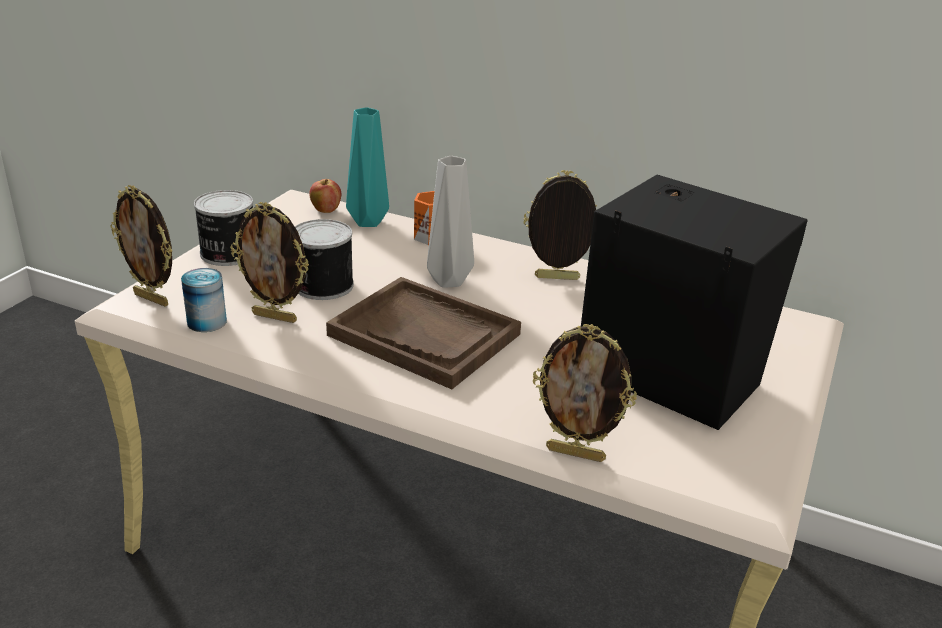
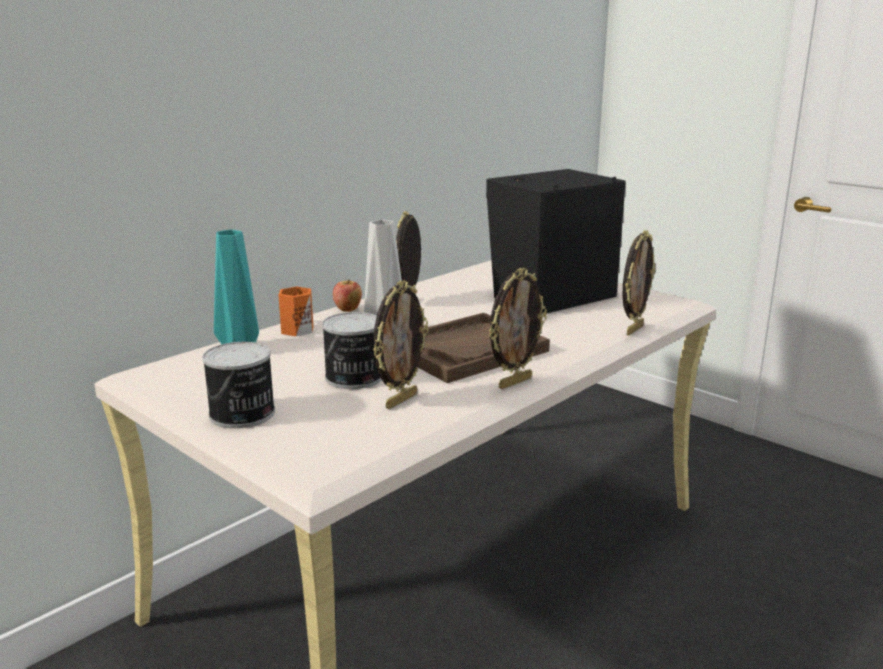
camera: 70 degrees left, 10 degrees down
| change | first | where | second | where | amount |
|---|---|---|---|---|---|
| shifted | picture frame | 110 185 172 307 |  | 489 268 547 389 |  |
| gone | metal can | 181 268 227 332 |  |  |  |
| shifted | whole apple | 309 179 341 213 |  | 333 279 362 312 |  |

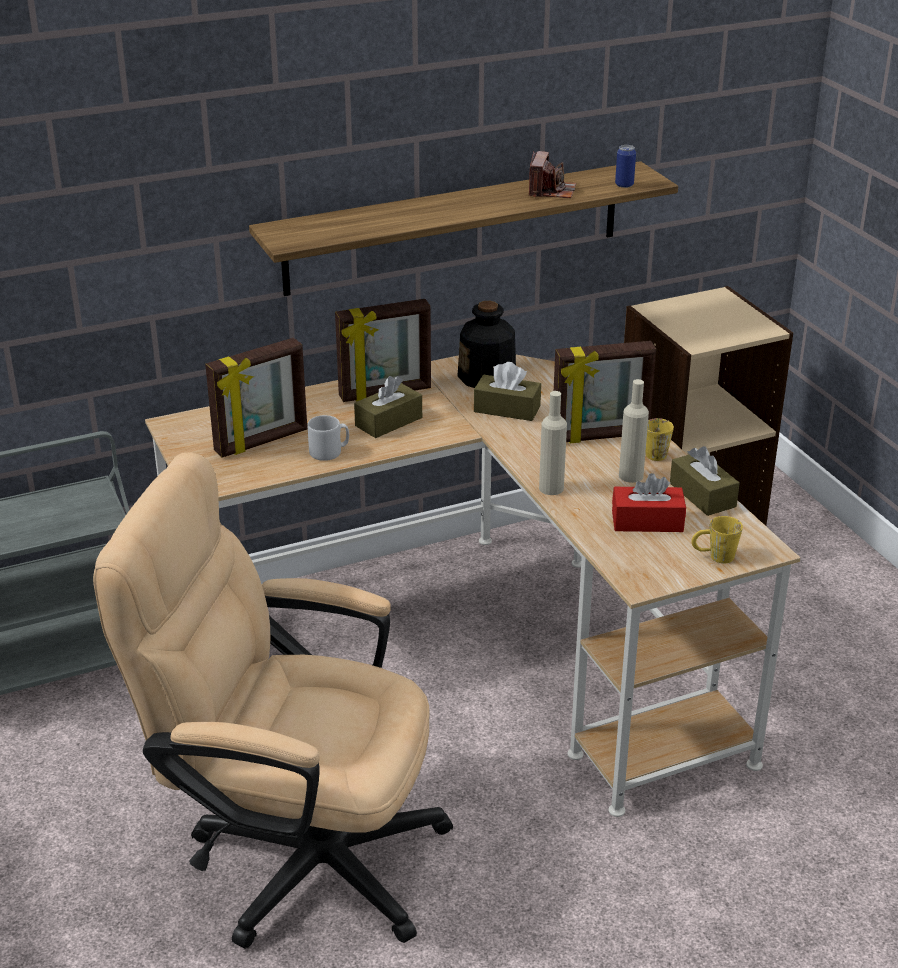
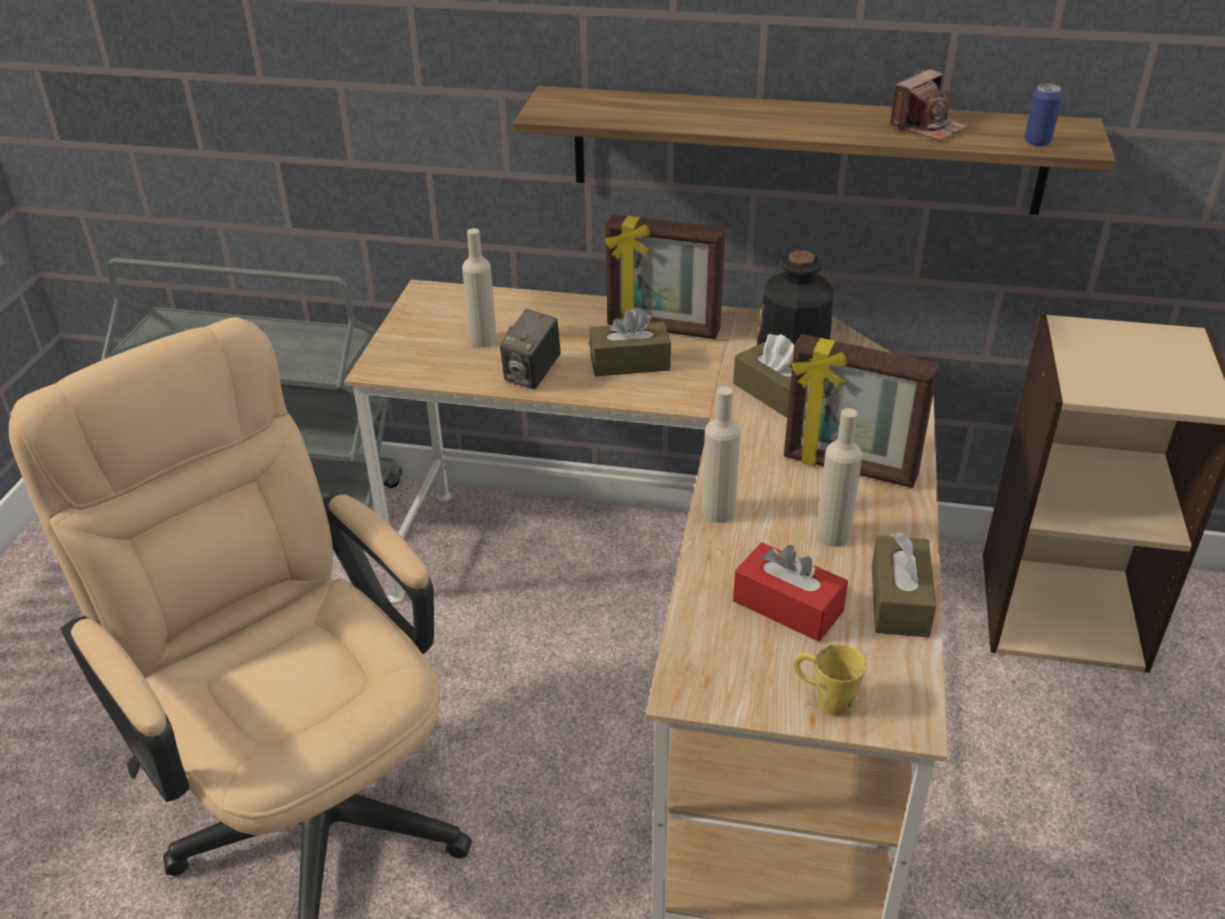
camera: 35 degrees right, 5 degrees up
| change | first | where | second | where | amount |
|---|---|---|---|---|---|
| swapped | picture frame | 205 338 307 458 | sand-coloured drink bottle | 462 228 497 348 |  |
| swapped | grey coffee mug | 308 415 349 461 | photo camera | 500 309 561 389 |  |
| gone | yellow-coloured coffee mug | 646 418 674 461 |  |  |  |

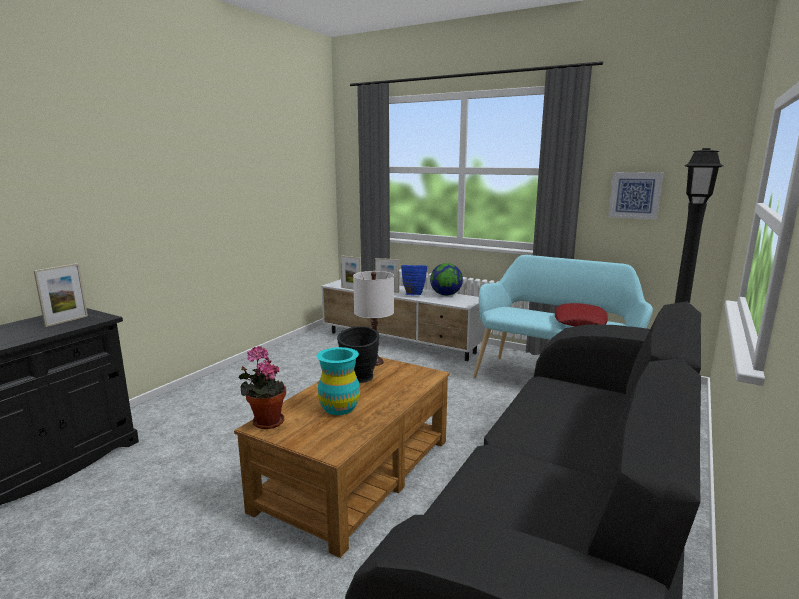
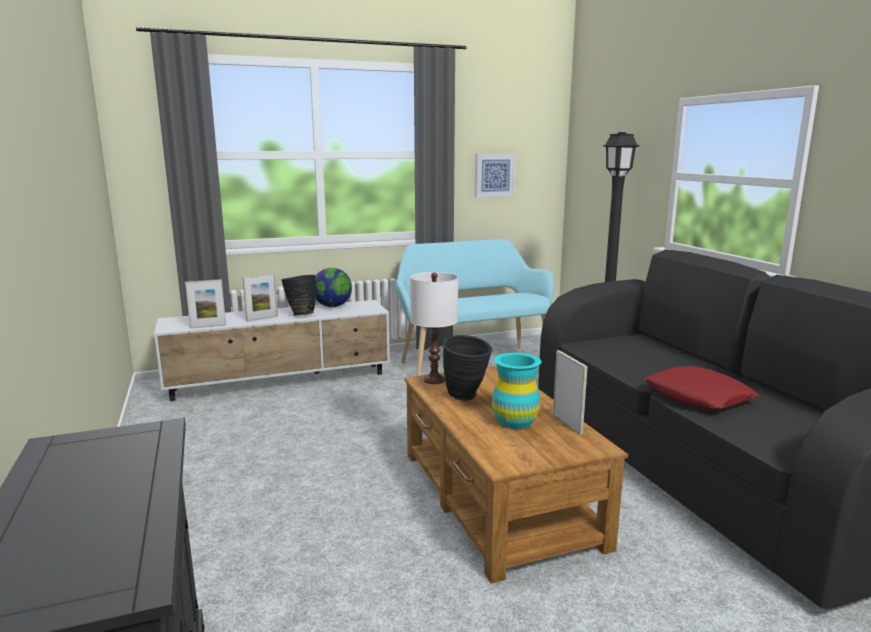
camera: 50 degrees left, 0 degrees up
| change | first | where | second | where | amount |
|---|---|---|---|---|---|
| shifted | picture frame | 34 263 88 327 |  | 553 350 588 435 |  |
| gone | potted plant | 238 346 286 429 |  |  |  |
| repainted | blue vase | 401 265 427 295 | black vase | 281 275 316 316 |  |
| shifted | red pillow | 555 303 608 326 |  | 644 366 760 409 |  |

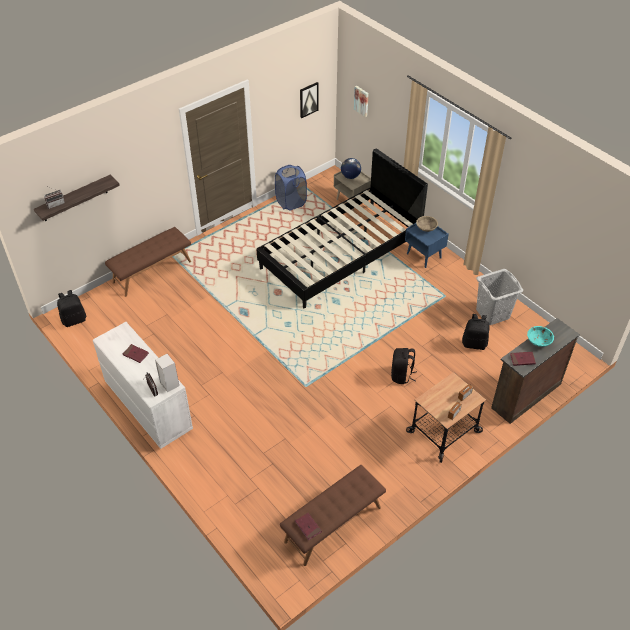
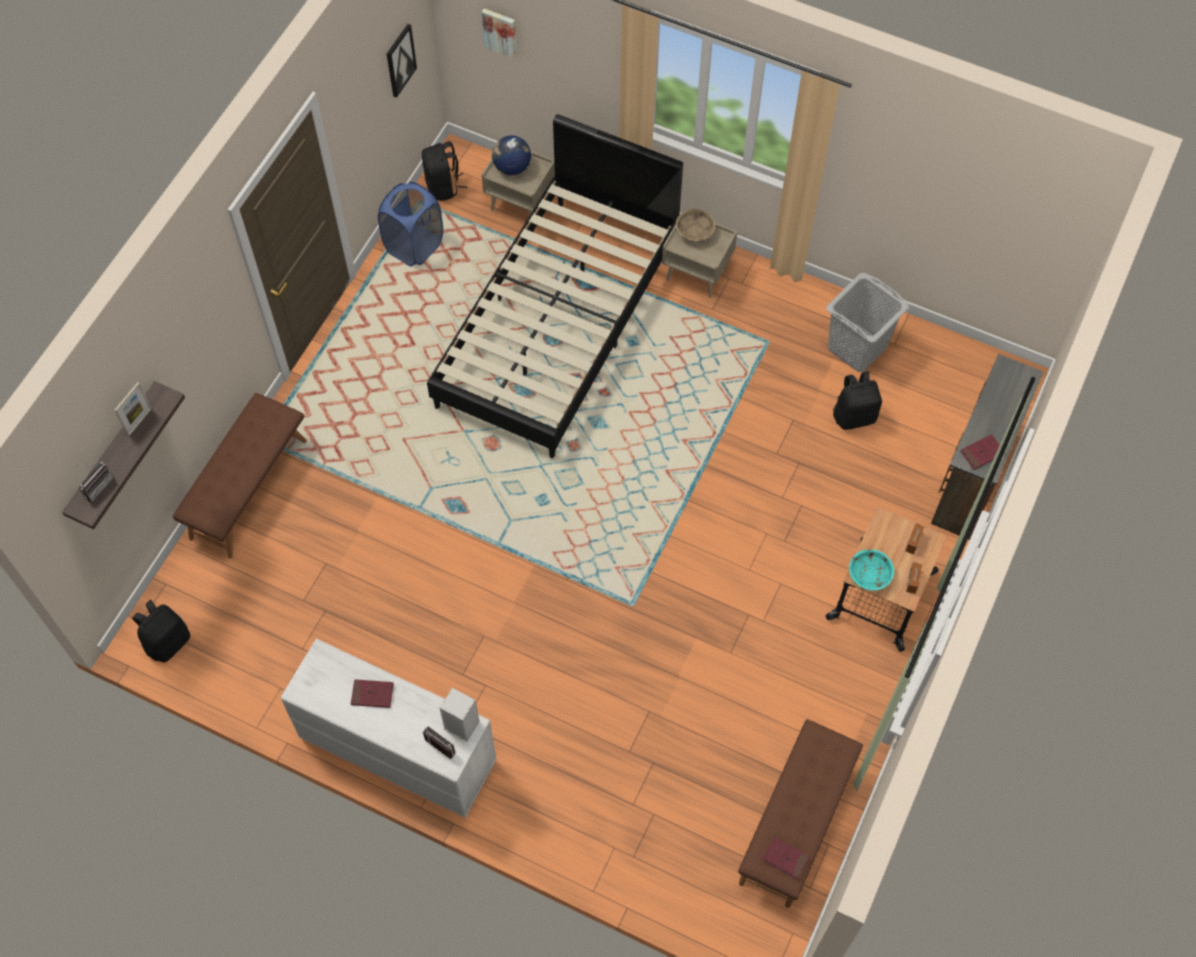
camera: 25 degrees left, 15 degrees up
| change | first | where | second | where | amount |
|---|---|---|---|---|---|
| shifted | black rucksack | 391 348 417 384 |  | 422 141 467 201 |  |
| repainted | blue bedside table | 405 223 449 268 | sand-coloured bedside table | 662 210 737 298 |  |
| shifted | turquoise-coloured deep dish | 527 326 554 347 |  | 849 549 894 591 |  |
| new |  |  | picture frame | 114 382 151 436 |  |

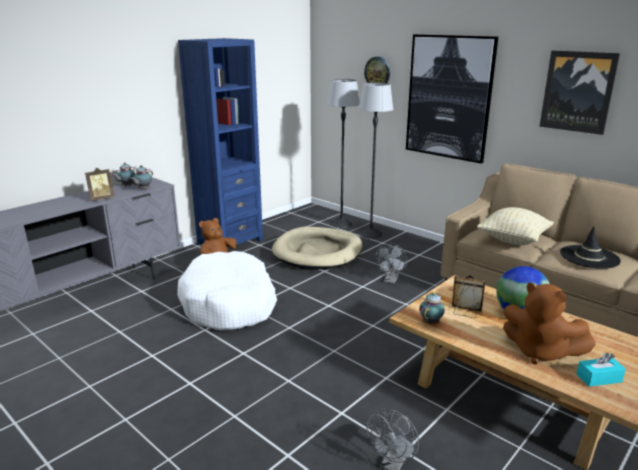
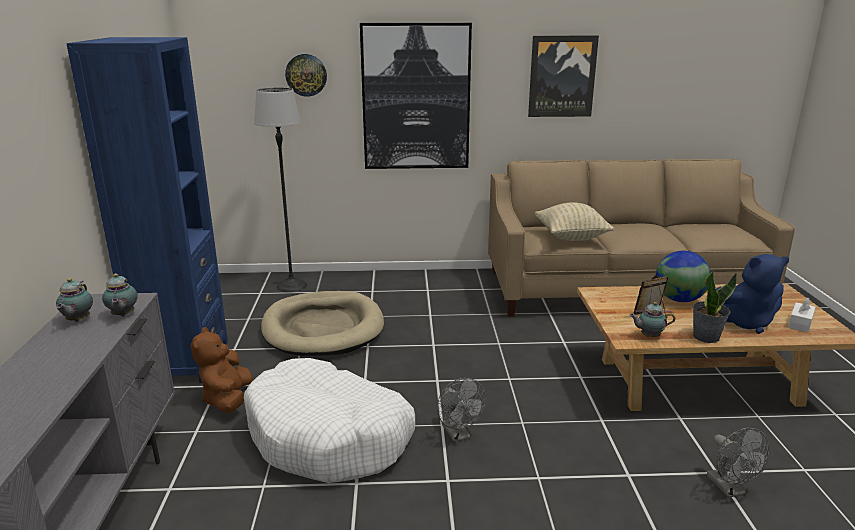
camera: 45 degrees left, 0 degrees up
| change | first | where | second | where | amount |
|---|---|---|---|---|---|
| gone | picture frame | 85 168 115 201 |  |  |  |
| gone | standing lamp | 359 82 393 239 |  |  |  |
| shifted | grey cooling fan | 375 243 407 284 |  | 437 378 486 442 |  |
| rotated | pot for tea | 419 292 445 324 |  | 629 302 675 337 | 75 degrees counterclockwise |
| repainted | brownish soft toy | 503 282 596 364 | blue soft toy | 716 254 789 334 |  |
| gone | black hat | 560 226 621 269 |  |  |  |
| repainted | turquoise-coloured tissue holder | 576 352 626 387 | whitish tissue holder | 788 298 815 332 |  |
| new |  |  | potted plant | 693 271 737 343 |  |

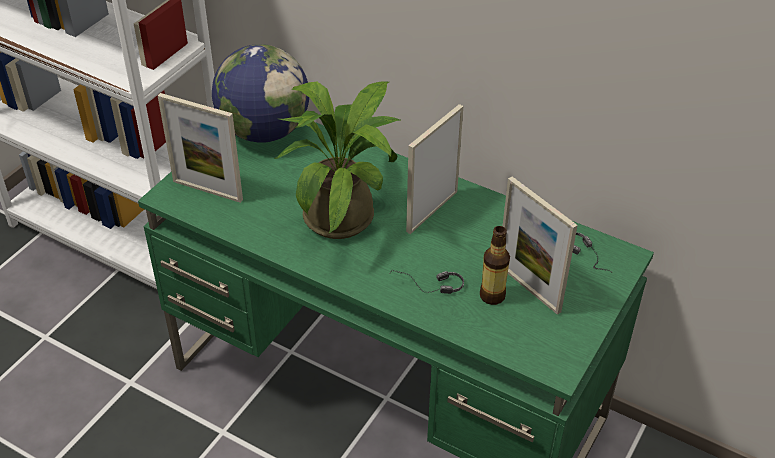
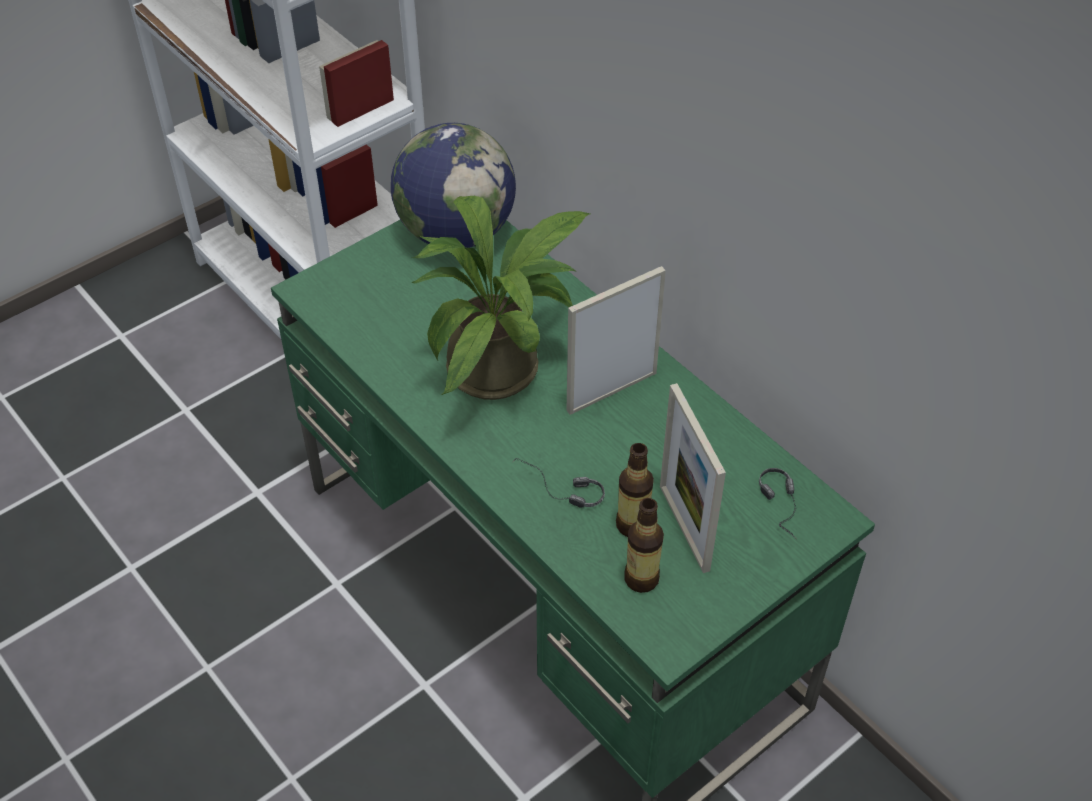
camera: 20 degrees right, 5 degrees up
| change | first | where | second | where | amount |
|---|---|---|---|---|---|
| gone | picture frame | 158 93 243 203 |  |  |  |
| new |  |  | drink bottle | 624 498 664 593 |  |

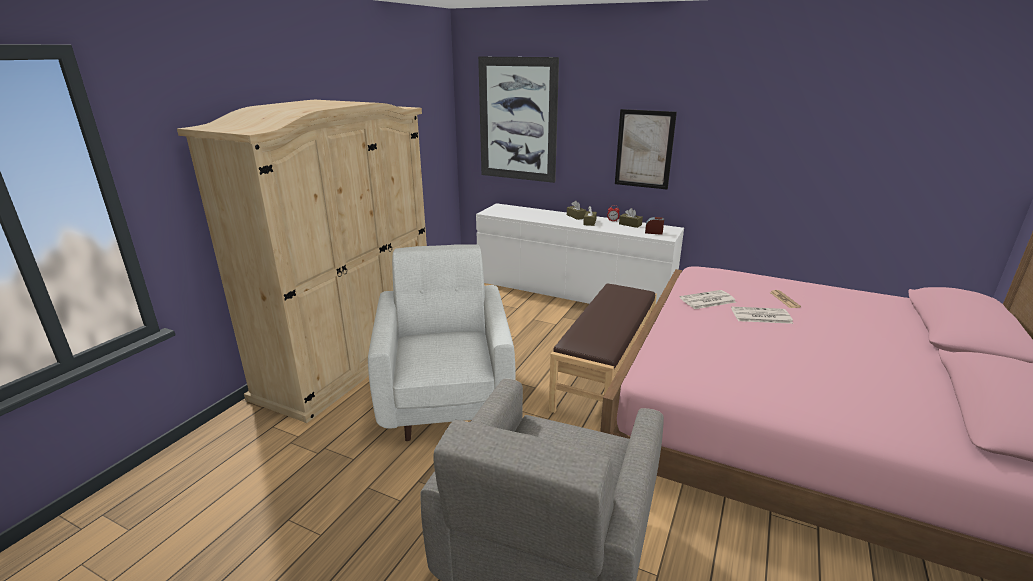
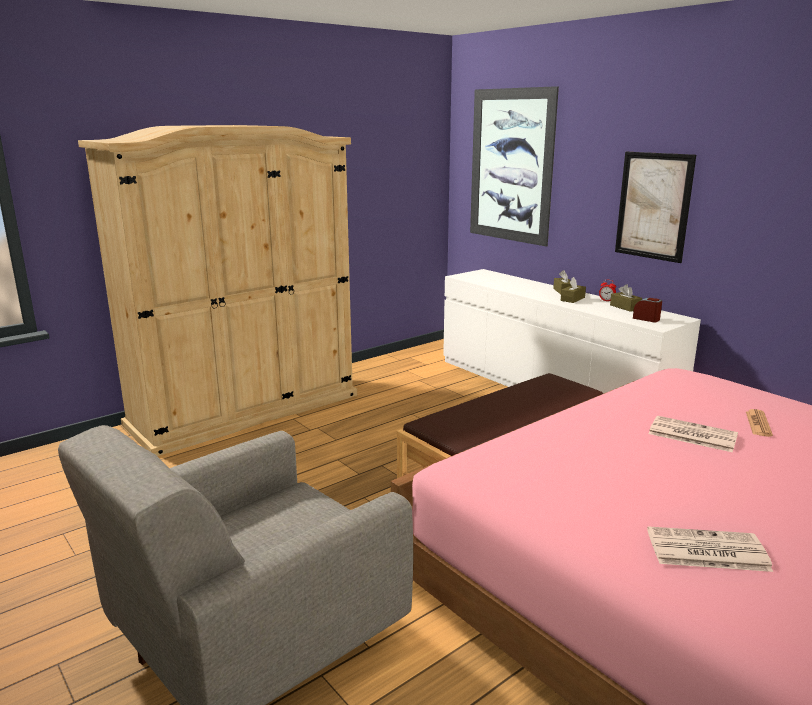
camera: 25 degrees right, 5 degrees down
| change | first | where | second | where | amount |
|---|---|---|---|---|---|
| gone | whitish easy chair | 368 244 515 441 |  |  |  |
| shifted | newspaper | 680 290 736 309 |  | 647 526 773 572 |  |

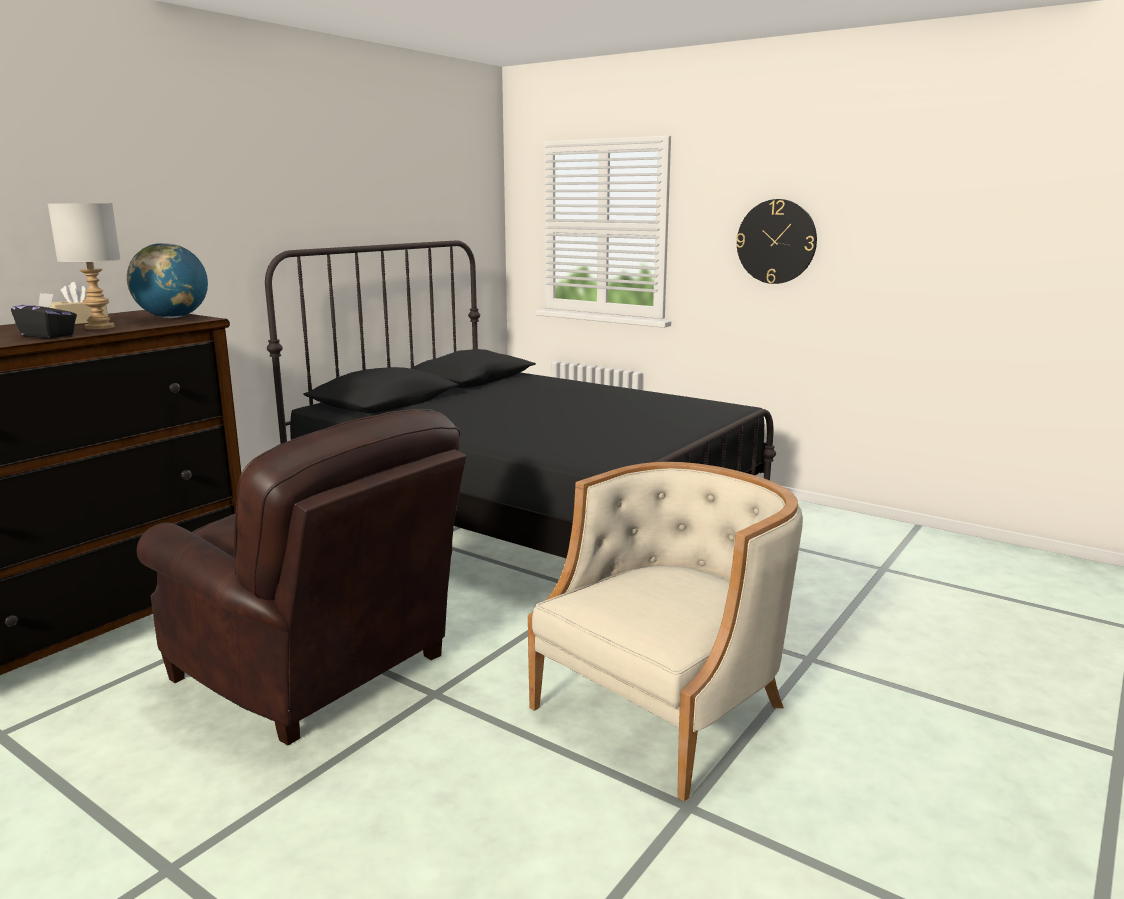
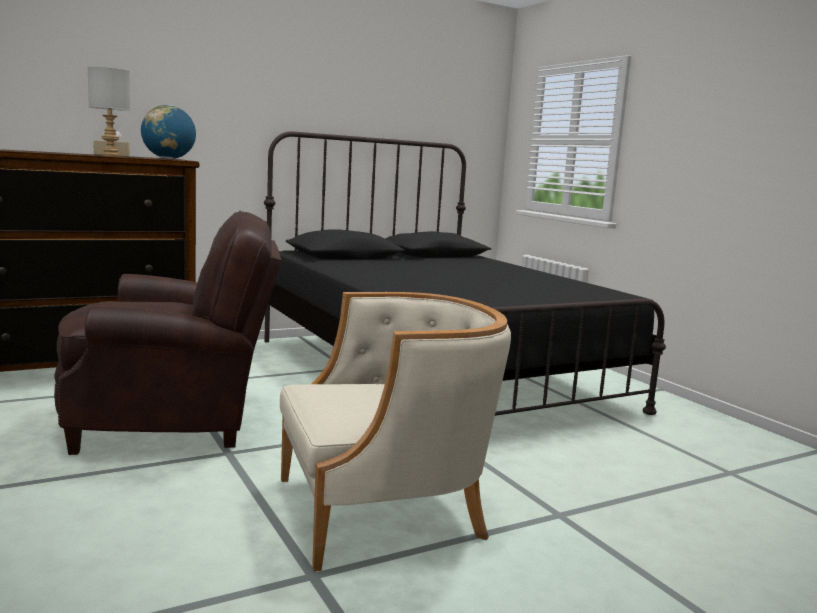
camera: 25 degrees right, 5 degrees down
| change | first | where | second | where | amount |
|---|---|---|---|---|---|
| gone | black tissue holder | 11 293 77 338 |  |  |  |
| rotated | brownish easy chair | 137 409 466 745 |  | 54 210 282 455 | 75 degrees counterclockwise |
| gone | hanging clock | 736 199 817 284 |  |  |  |

